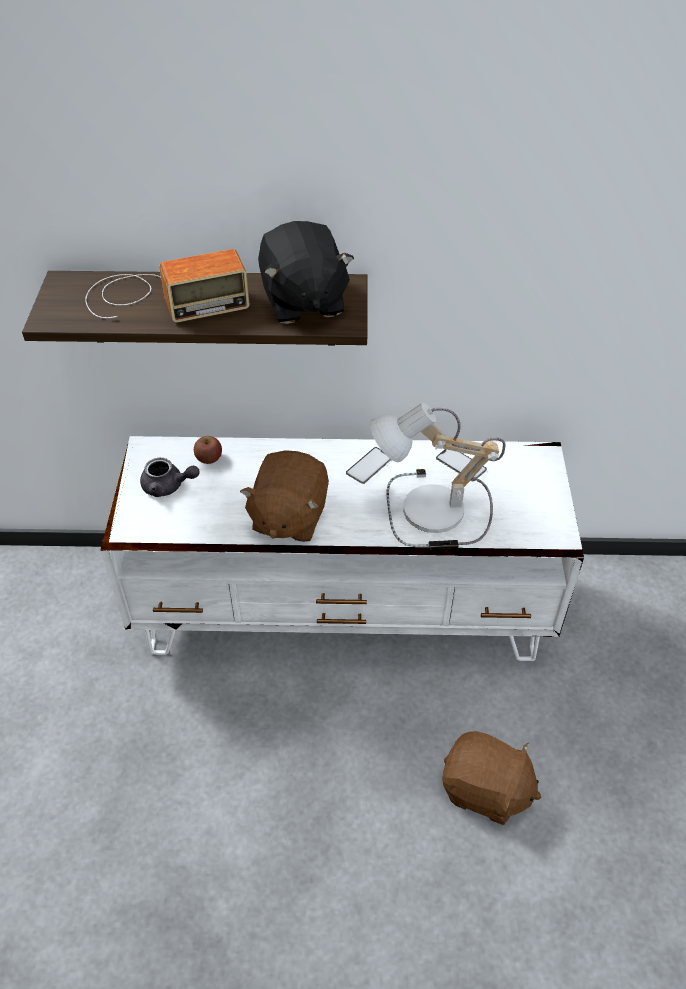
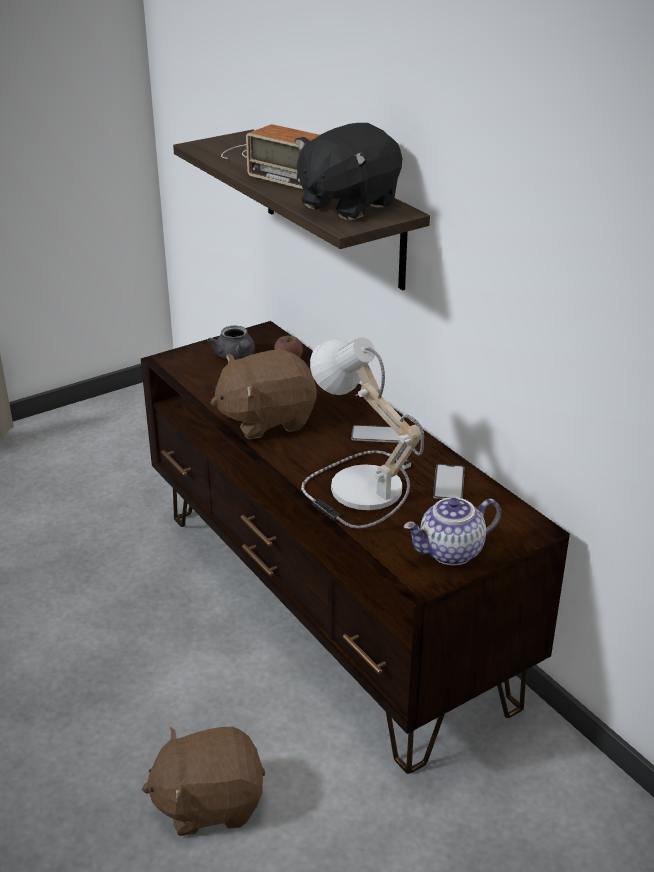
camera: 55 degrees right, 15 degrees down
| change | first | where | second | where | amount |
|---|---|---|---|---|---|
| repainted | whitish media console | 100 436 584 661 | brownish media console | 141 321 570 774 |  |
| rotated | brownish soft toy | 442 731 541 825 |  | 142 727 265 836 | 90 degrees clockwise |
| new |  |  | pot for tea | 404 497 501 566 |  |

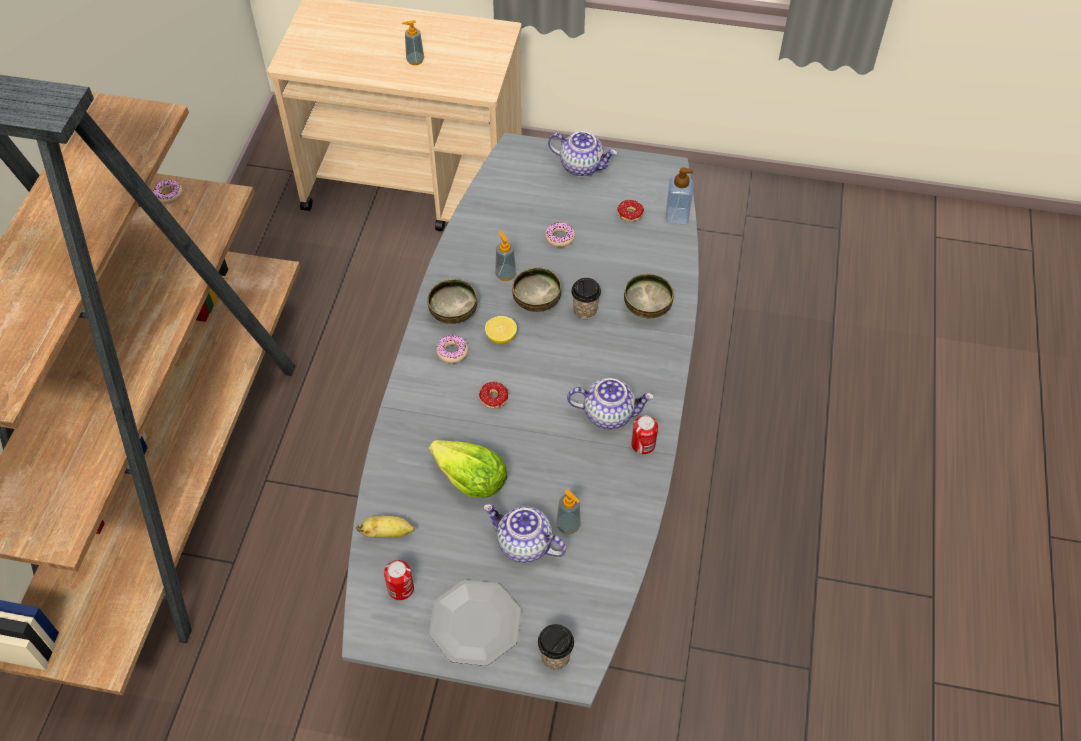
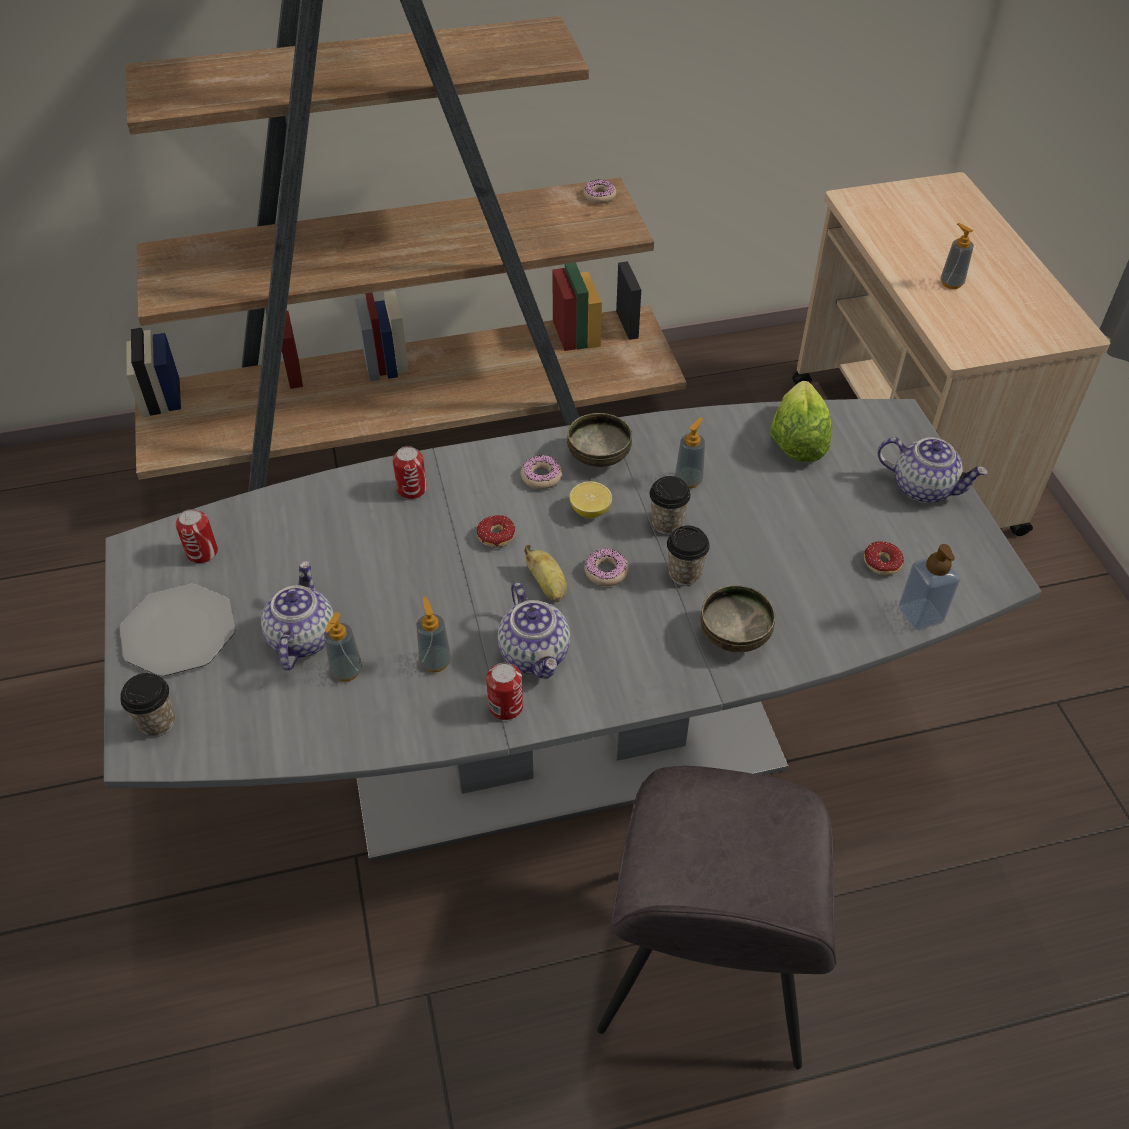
camera: 65 degrees right, 5 degrees down
| change | first | where | second | where | amount |
|---|---|---|---|---|---|
| shifted | banana fruit | 356 516 415 537 |  | 524 545 567 602 |  |
| shifted | lettuce head | 429 440 507 497 |  | 771 381 832 462 |  |
| swapped | deep dish | 512 267 561 312 | cup | 649 476 691 535 |  |
| shifted | doughnut | 545 222 575 247 |  | 584 548 629 586 |  |
| rotated | pot for tea | 548 131 617 177 |  | 878 437 988 503 | 60 degrees counterclockwise |
| new |  |  | metal can | 393 446 427 499 |  |
| new |  |  | liquid soap bottle | 417 596 451 673 |  |
| new |  |  | grey upright chair | 597 766 837 1069 |  |

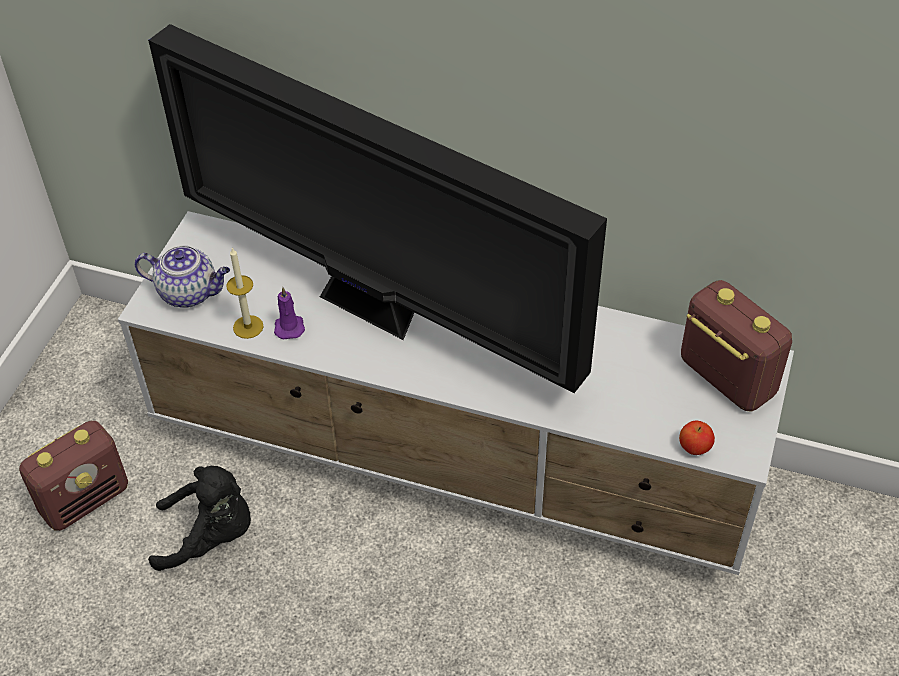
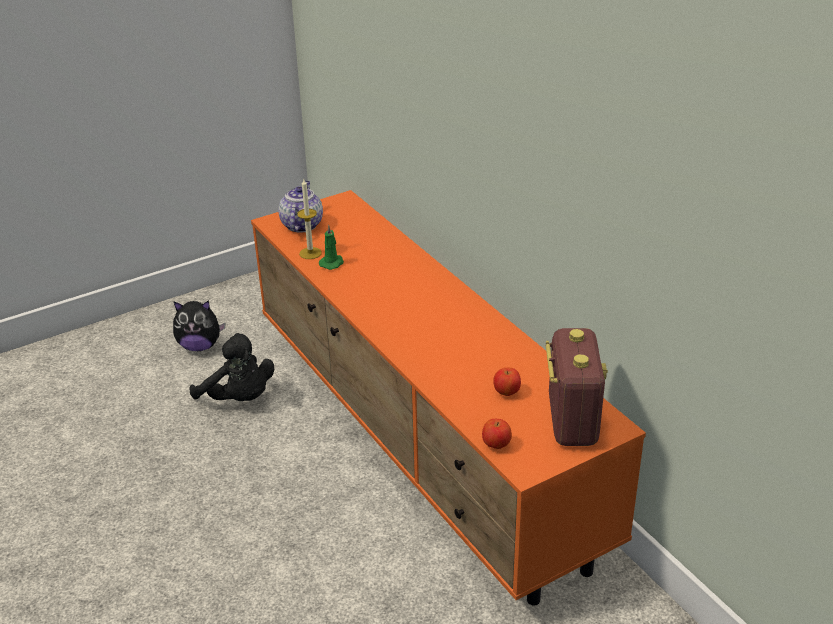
camera: 40 degrees right, 15 degrees down
| change | first | where | second | where | amount |
|---|---|---|---|---|---|
| swapped | radio | 19 421 128 531 | soft toy | 173 300 226 351 |  |
| repainted | whitish media console | 118 211 794 575 | orangey media console | 251 190 646 606 |  |
| rotated | pot for tea | 134 245 230 308 |  | 278 181 323 233 | 135 degrees counterclockwise |
| gone | television | 148 24 607 393 |  |  |  |
| repainted | purple candle | 274 287 305 340 | green candle | 319 225 344 270 |  |
| new |  |  | whole apple | 493 368 521 396 |  |

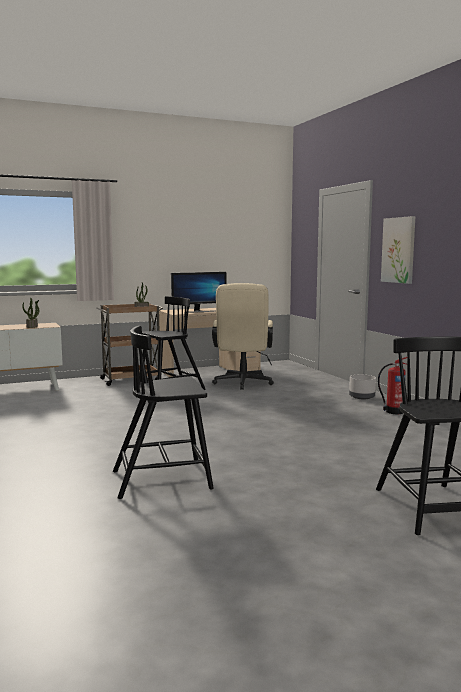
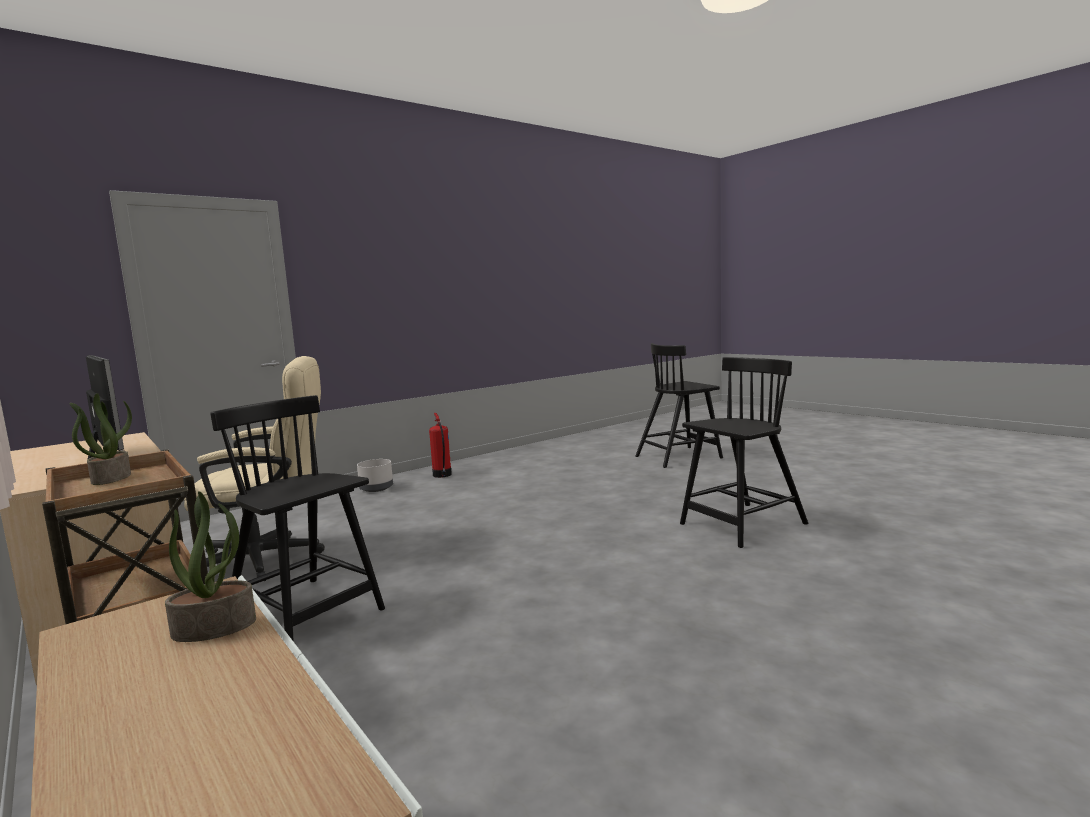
camera: 105 degrees left, 0 degrees up
| change | first | where | second | where | amount |
|---|---|---|---|---|---|
| rotated | black upright chair | 113 326 214 499 |  | 680 357 808 548 | 90 degrees counterclockwise |
| gone | wall art | 381 216 415 284 |  |  |  |

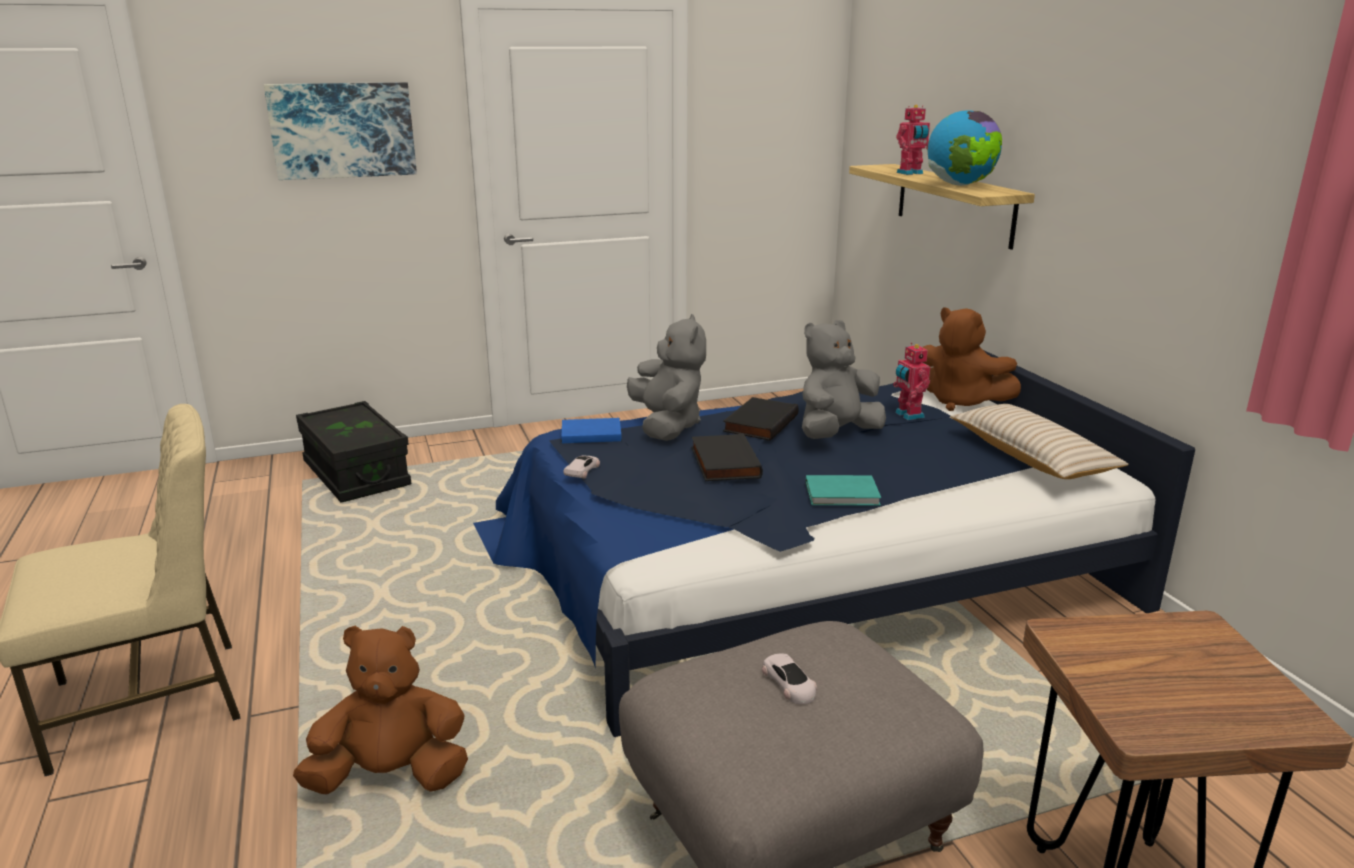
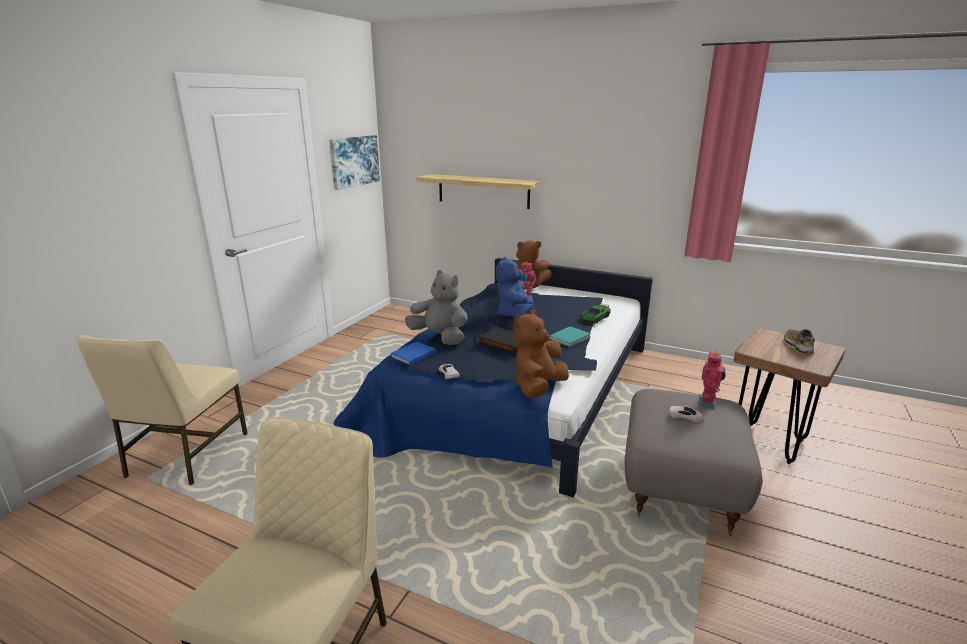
camera: 45 degrees left, 0 degrees up
| change | first | where | second | where | amount |
|---|---|---|---|---|---|
| shifted | wall art | 264 82 417 180 |  | 329 135 380 190 |  |
| shifted | brownish soft toy | 293 626 468 795 |  | 514 310 569 398 |  |
| swapped | black storage container | 296 401 411 502 | sand-coloured upright chair | 77 335 248 485 |  |
| gone | black volume | 723 397 799 441 |  |  |  |
| repainted | grey soft toy | 802 320 886 439 | blue soft toy | 496 257 534 318 |  |
| shifted | toy robot | 896 105 930 175 |  | 699 350 726 407 |  |
| gone | desk globe | 928 110 1002 186 |  |  |  |
| gone | sand-coloured pillow | 950 404 1129 479 |  |  |  |
| new |  |  | model car | 579 303 611 324 |  |
| new |  |  | shoe | 784 329 815 354 |  |

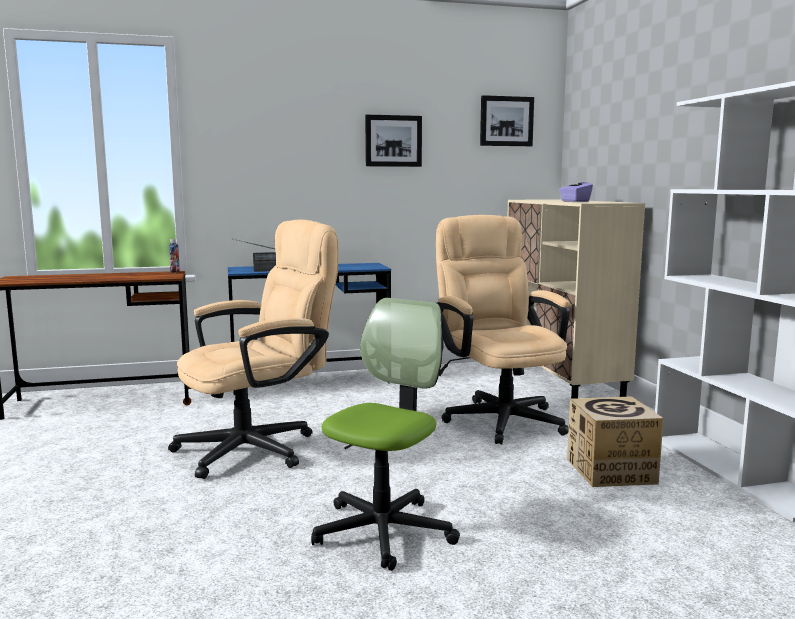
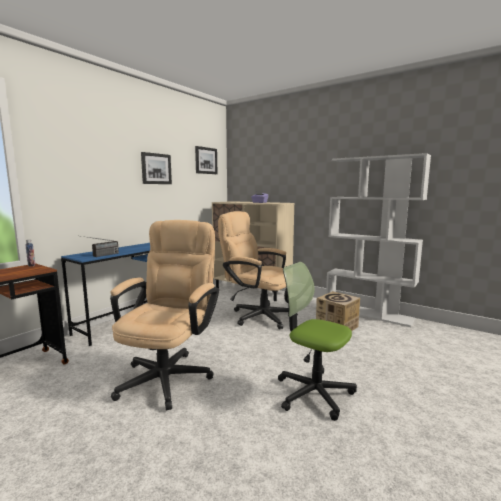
camera: 40 degrees left, 0 degrees up
| change | first | where | second | where | amount |
|---|---|---|---|---|---|
| rotated | office chair | 311 298 460 571 |  | 278 262 357 421 | 45 degrees counterclockwise |

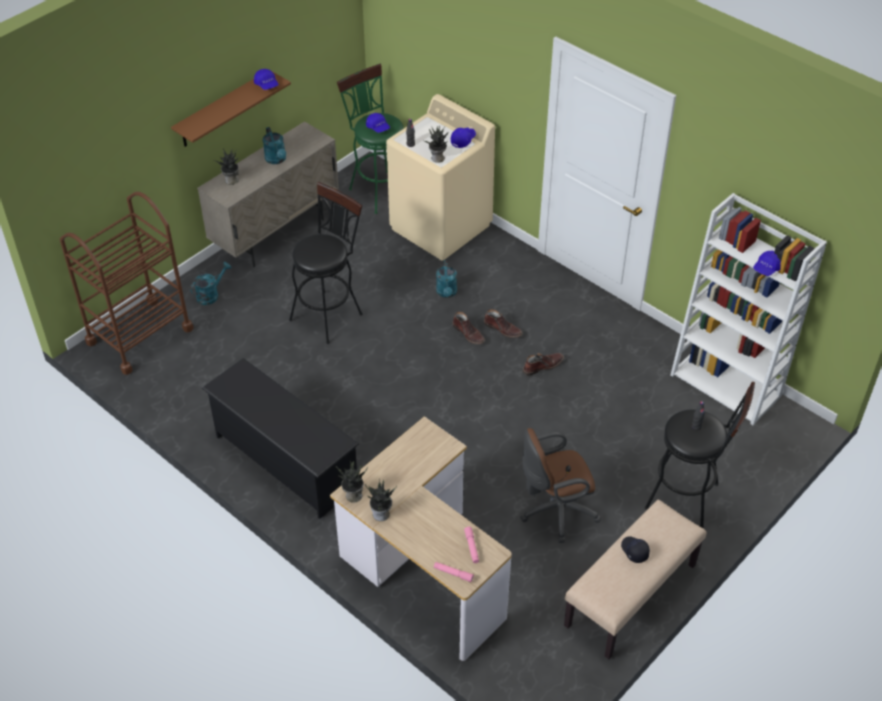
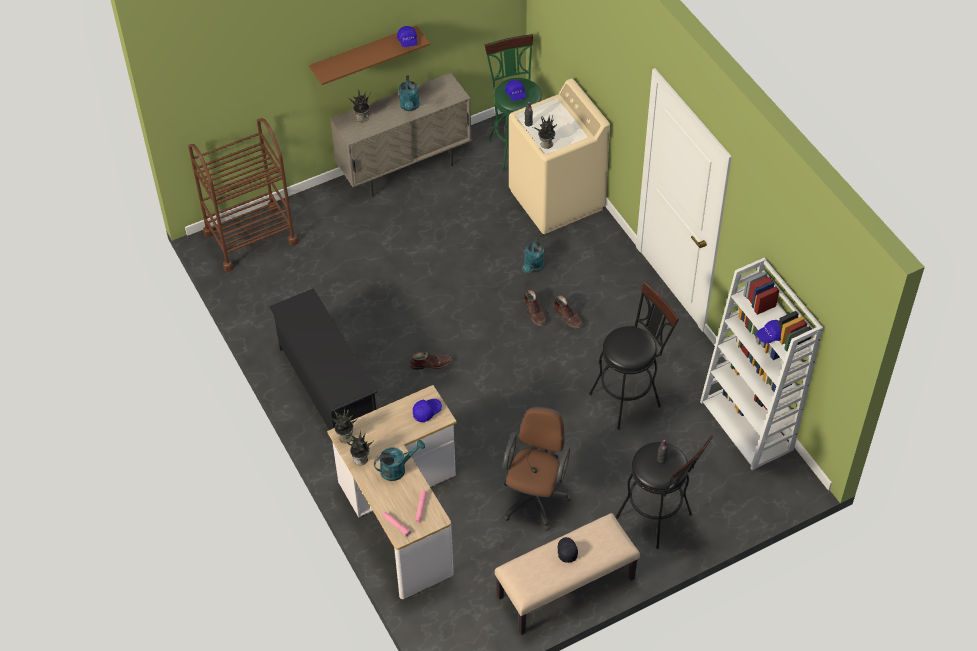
camera: 20 degrees right, 5 degrees up
| change | first | where | second | where | amount |
|---|---|---|---|---|---|
| shifted | turquoise-coloured watering can | 190 262 231 305 |  | 374 440 425 481 |  |
| shifted | black stool | 289 182 363 344 |  | 589 281 679 430 |  |
| shifted | blue baseball cap | 451 128 476 148 |  | 413 399 442 422 |  |
| rotated | brownish office chair | 520 428 601 543 |  | 503 407 571 531 | 105 degrees clockwise |
| shifted | brownish tall boot | 523 353 564 375 |  | 410 352 452 370 |  |

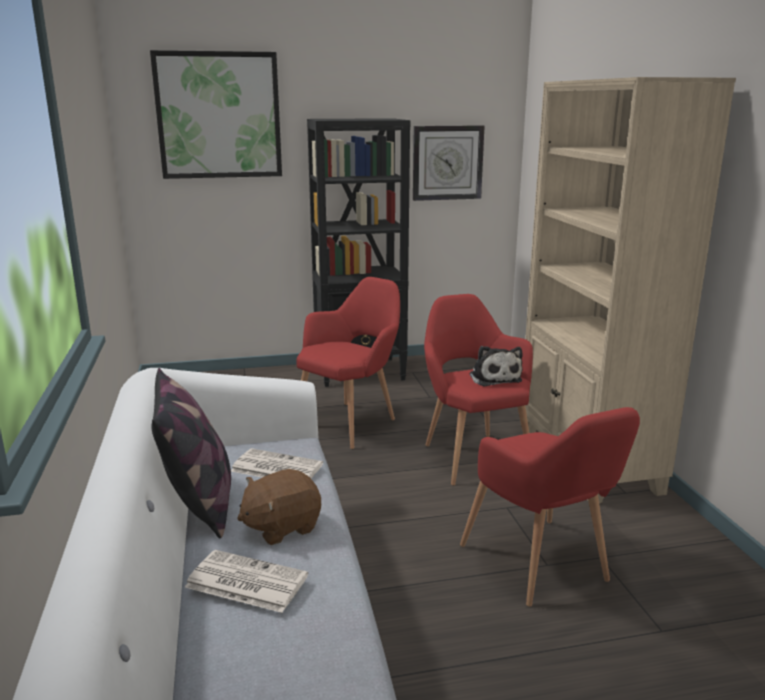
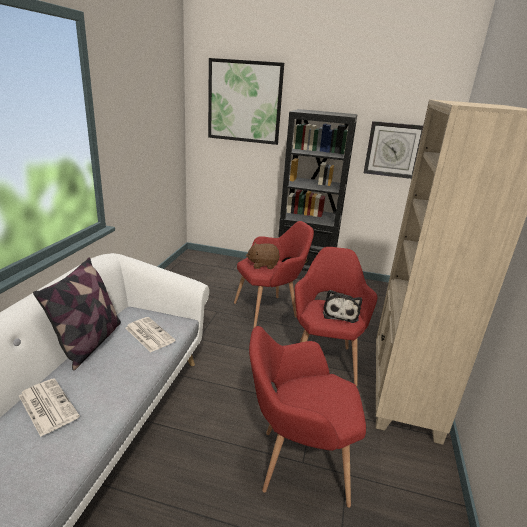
camera: 25 degrees right, 5 degrees up
| change | first | where | second | where | amount |
|---|---|---|---|---|---|
| shifted | brownish soft toy | 237 469 321 545 |  | 246 243 280 269 |  |
| rotated | red easy chair | 460 407 640 607 |  | 249 326 366 508 | 90 degrees clockwise |

